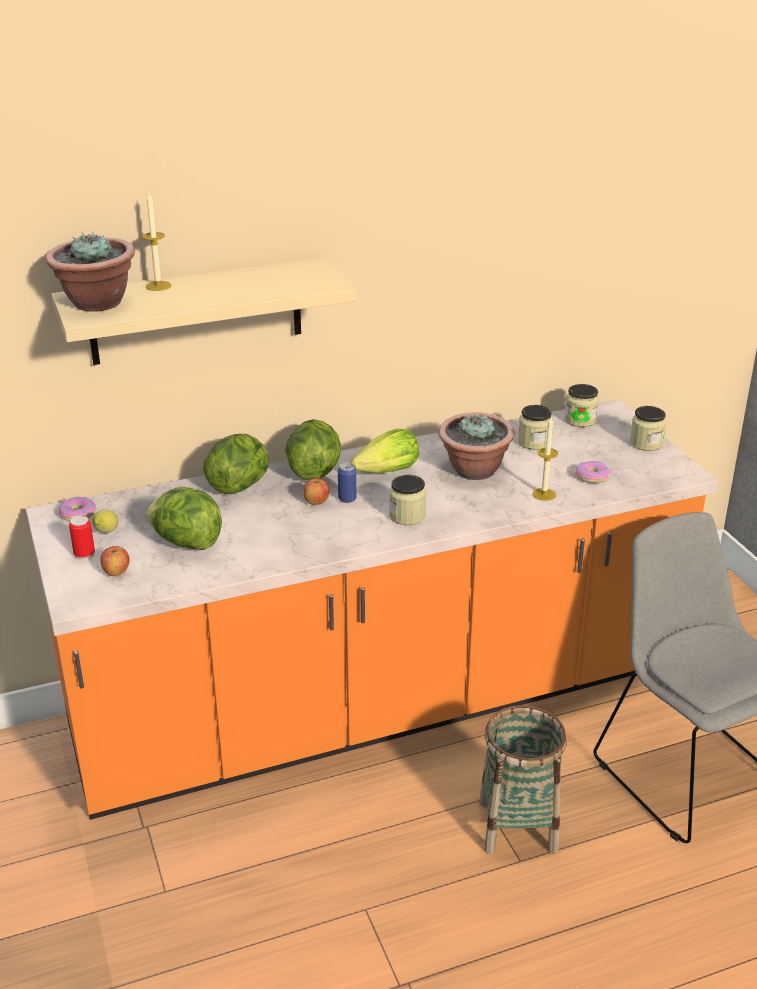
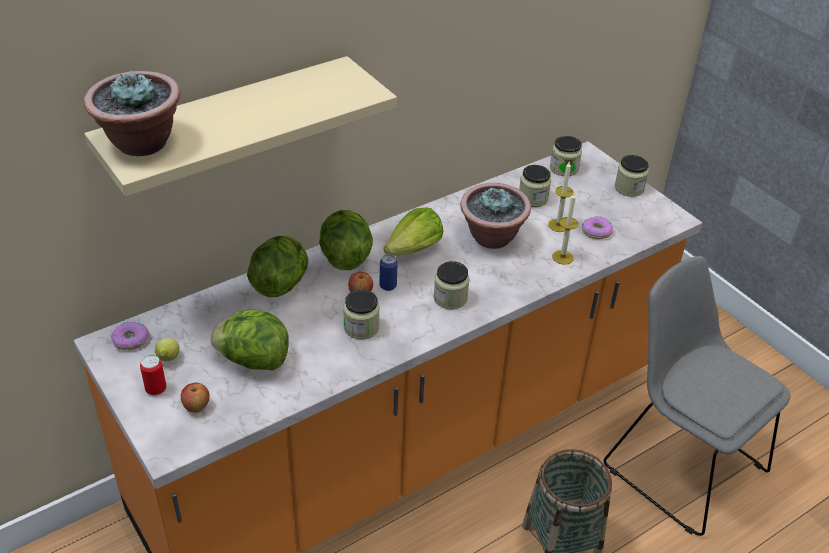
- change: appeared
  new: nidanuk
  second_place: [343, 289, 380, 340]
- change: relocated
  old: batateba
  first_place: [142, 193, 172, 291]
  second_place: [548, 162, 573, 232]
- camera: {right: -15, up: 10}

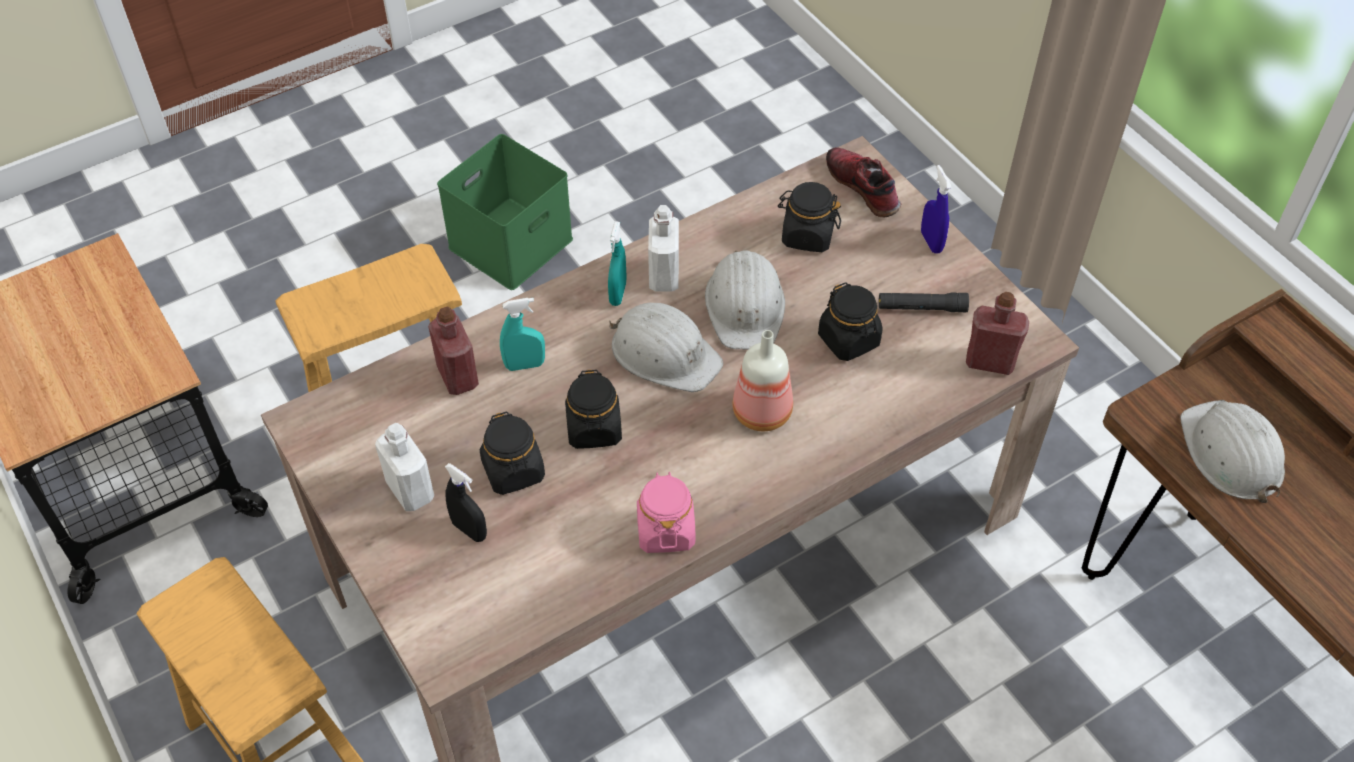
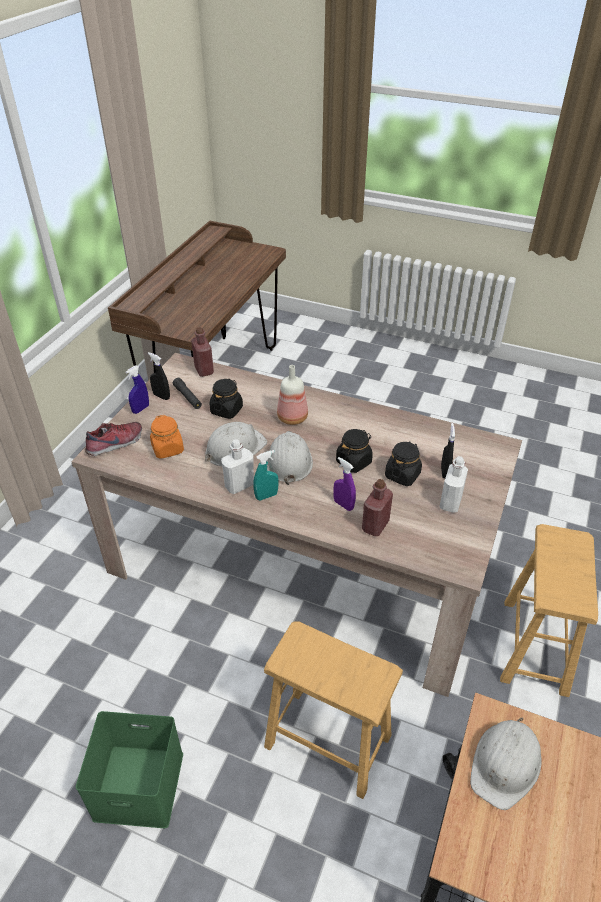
- change: spun
  old: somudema
  first_place: [826, 147, 901, 218]
  second_place: [85, 422, 142, 456]
  degrees: -150
- change: appeared
  new: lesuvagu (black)
  second_place: [148, 352, 170, 400]
- change: colour
  old: nidanuk (black)
  new: nidanuk (orange)
  first_place: [778, 182, 841, 252]
  second_place: [150, 415, 184, 459]
- change: colour
  old: lesuvagu (turquoise)
  new: lesuvagu (purple)
  first_place: [500, 298, 545, 371]
  second_place: [333, 457, 356, 511]
- change: relocated
  old: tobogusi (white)
  first_place: [1180, 400, 1285, 503]
  second_place: [470, 718, 542, 810]
- change: missing
  old: nidanuk (pink)
  first_place: [637, 472, 695, 553]
- camera: {right: -125, up: -10}

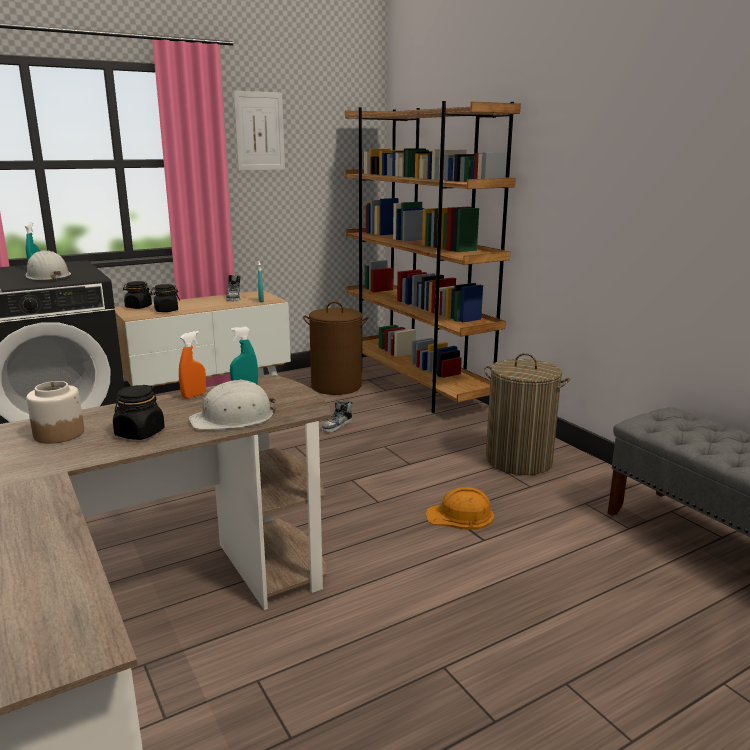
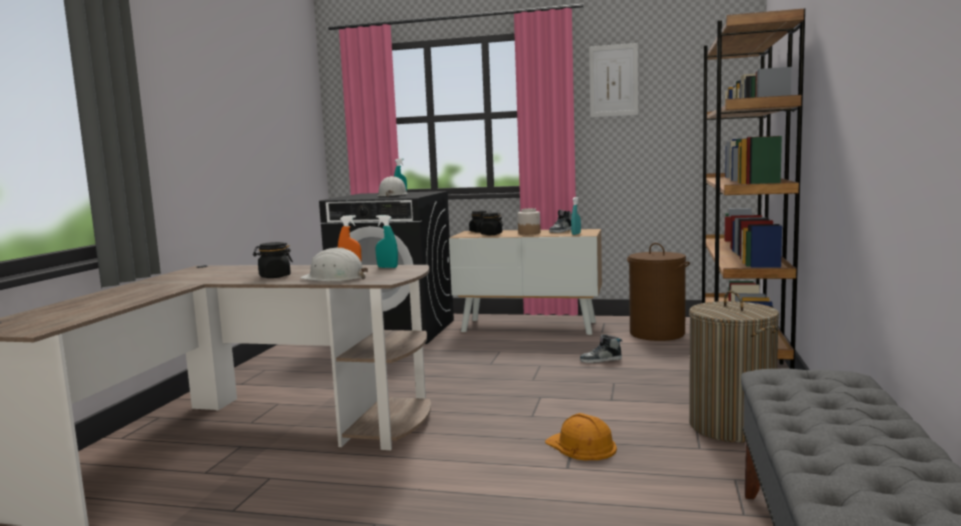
- change: relocated
  old: nidanuk
  first_place: [26, 381, 84, 444]
  second_place: [518, 208, 541, 235]
- camera: {right: 45, up: -10}

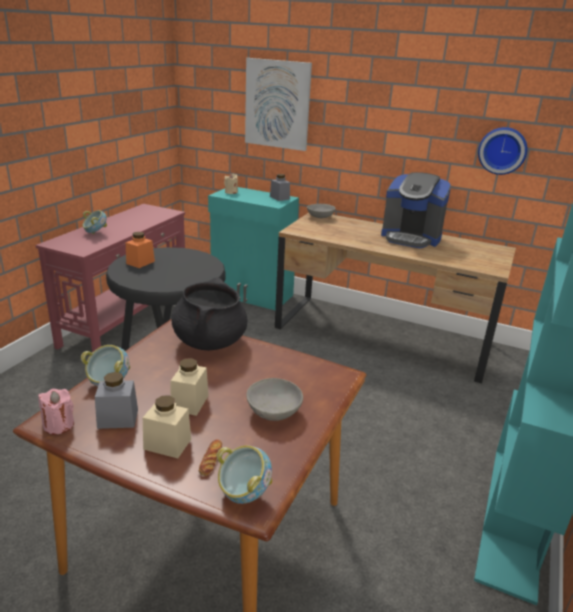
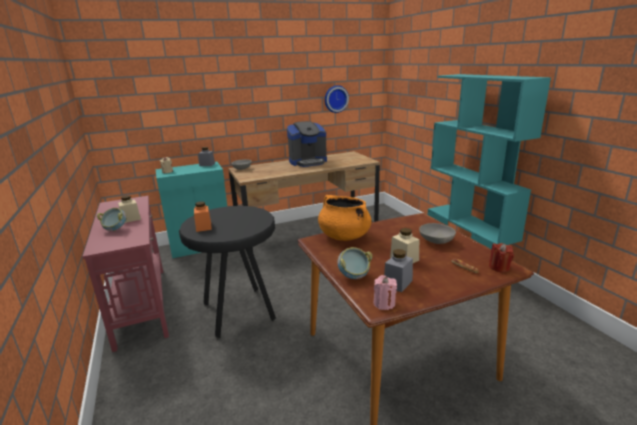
- change: relocated
  old: nidanuk (beige)
  first_place: [143, 396, 191, 458]
  second_place: [118, 195, 141, 223]
- change: colour
  old: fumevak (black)
  new: fumevak (orange)
  first_place: [171, 277, 247, 350]
  second_place: [318, 195, 372, 241]
- change: exchanged
  old: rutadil
  new: batateba (red)
  first_place: [217, 445, 272, 504]
  second_place: [489, 243, 514, 273]
- change: missing
  old: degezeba
  first_place: [245, 58, 312, 151]
- camera: {right: -45, up: -5}

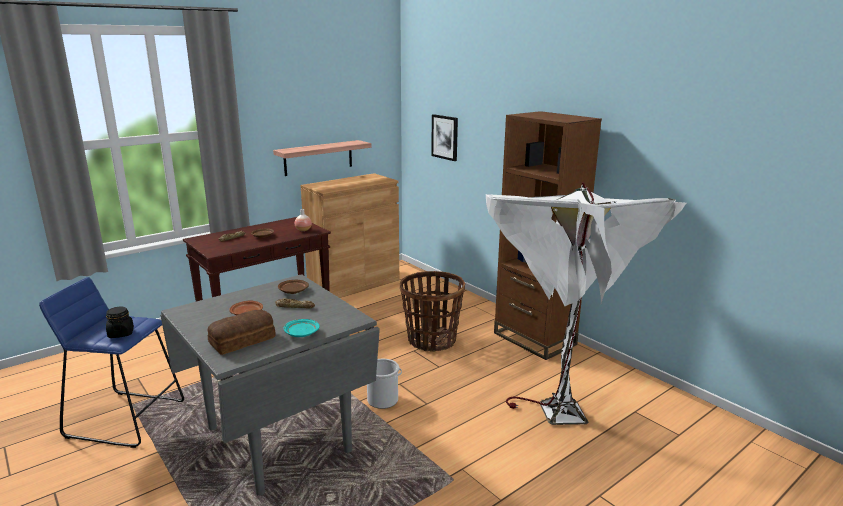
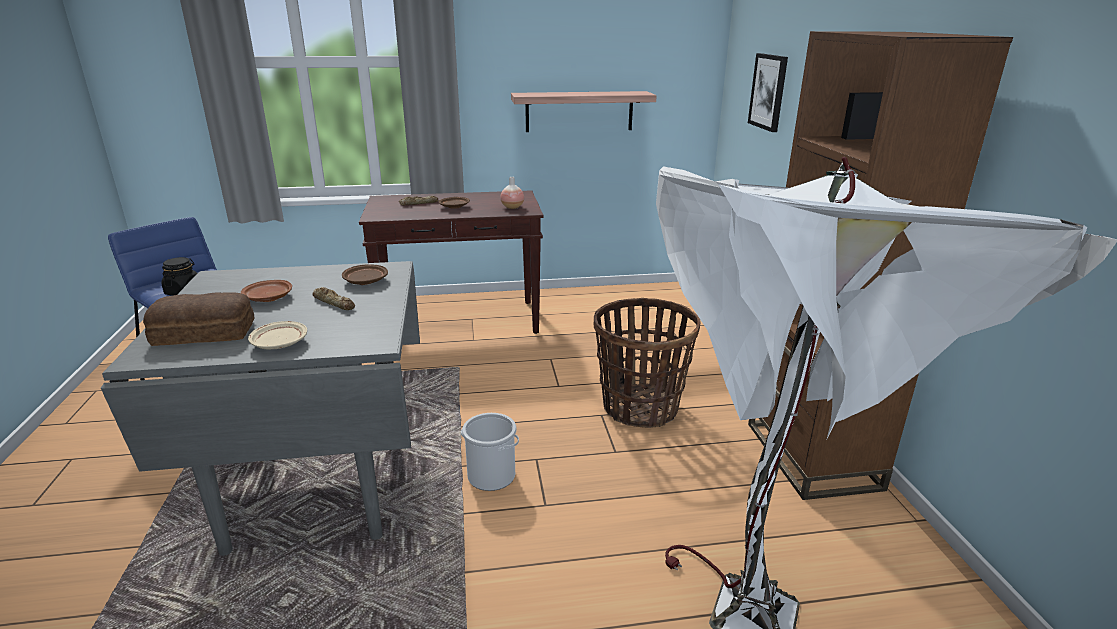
- change: colour
  old: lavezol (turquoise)
  new: lavezol (beige)
  first_place: [283, 319, 320, 337]
  second_place: [248, 321, 307, 350]
- change: missing
  old: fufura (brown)
  first_place: [301, 173, 399, 298]
- camera: {right: 30, up: 5}

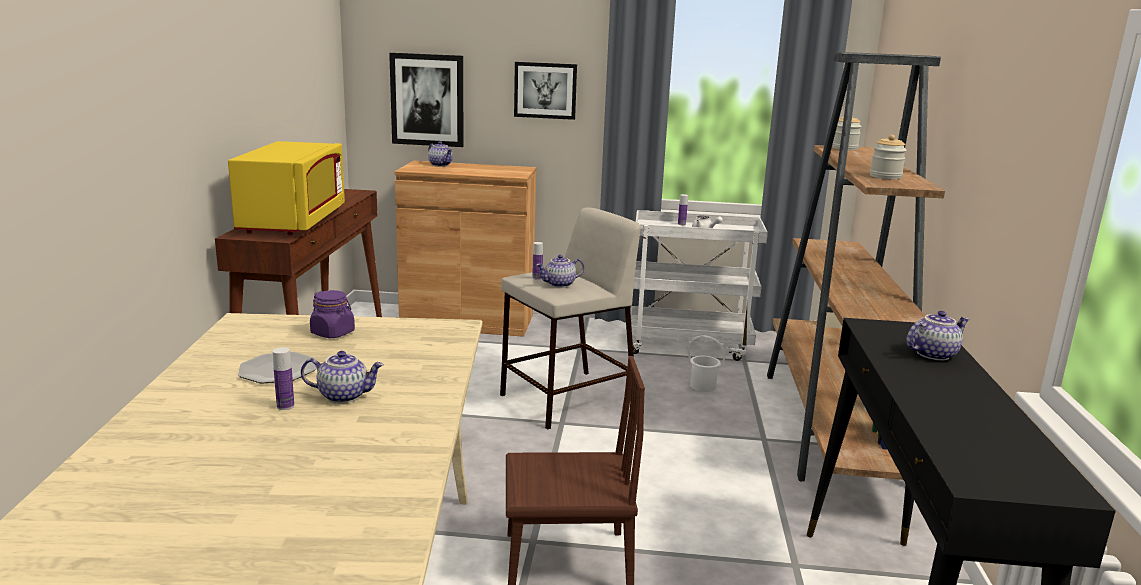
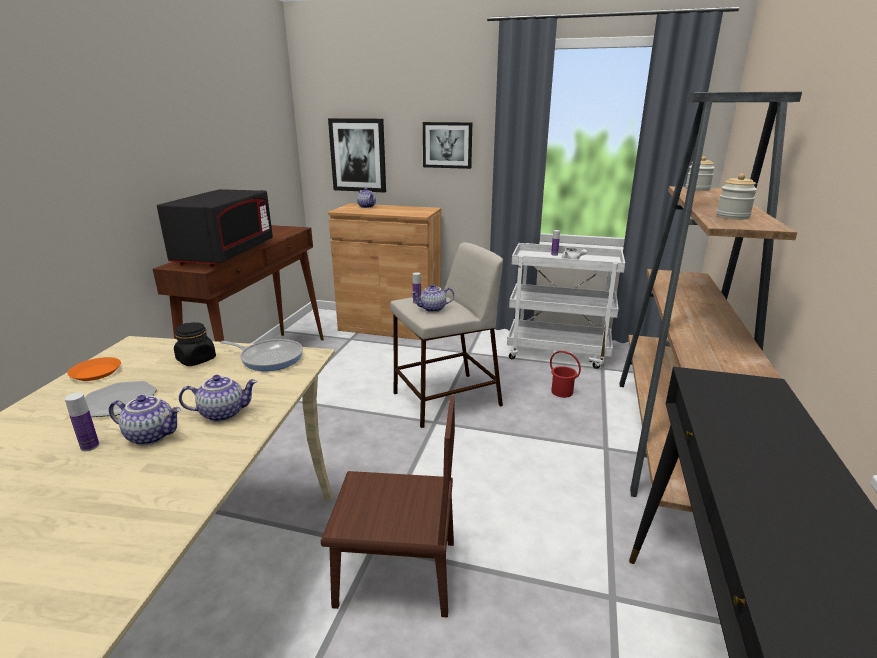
- change: appeared
  new: lavezol (orange)
  second_place: [67, 357, 121, 381]
- change: colour
  old: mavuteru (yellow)
  new: mavuteru (black)
  first_place: [228, 141, 345, 235]
  second_place: [157, 189, 273, 266]
- change: colour
  old: nidanuk (purple)
  new: nidanuk (black)
  first_place: [310, 290, 355, 338]
  second_place: [174, 322, 216, 366]
- change: relocated
  old: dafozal
  first_place: [906, 311, 969, 361]
  second_place: [179, 375, 258, 422]
- change: appeared
  new: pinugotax
  second_place: [220, 339, 303, 371]
- change: colour
  old: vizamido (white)
  new: vizamido (red)
  first_place: [688, 335, 725, 392]
  second_place: [550, 351, 581, 398]
- camera: {right: 10, up: 5}

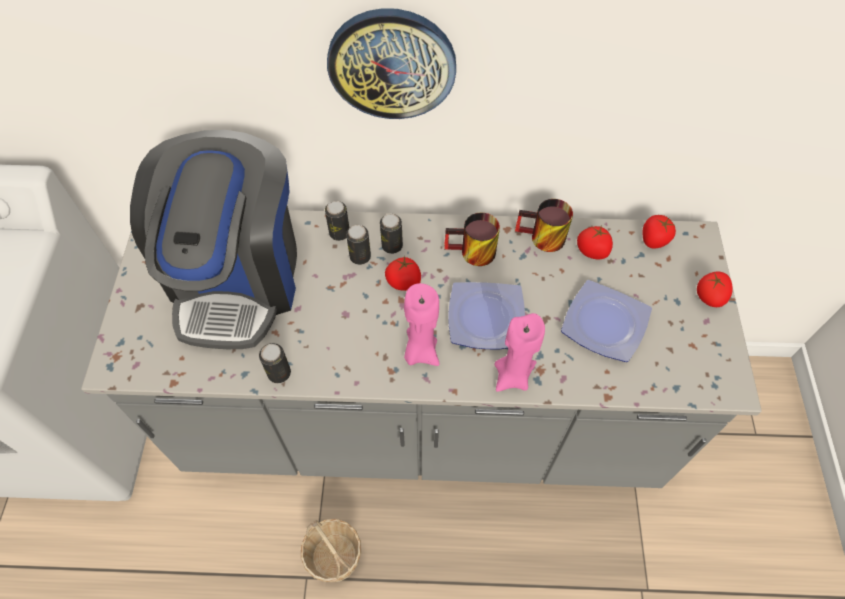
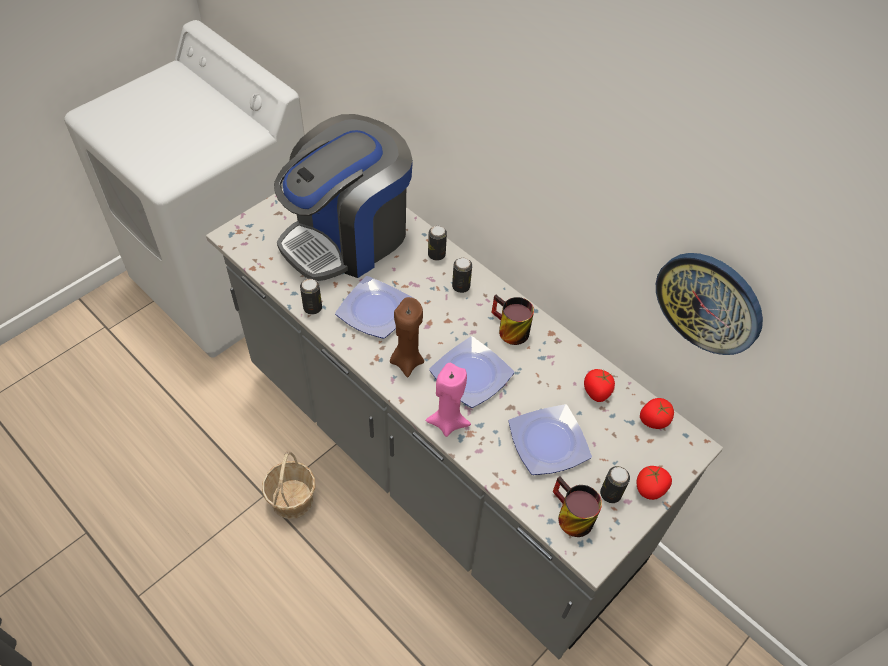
- change: appeared
  new: lavezol
  second_place: [335, 276, 413, 339]
- change: colour
  old: batateba (pink)
  new: batateba (brown)
  first_place: [404, 283, 440, 366]
  second_place: [390, 297, 424, 377]
- change: relocated
  old: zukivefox
  first_place: [515, 199, 573, 252]
  second_place: [553, 476, 602, 537]
- change: relocated
  old: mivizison
  first_place: [346, 225, 371, 265]
  second_place: [600, 466, 630, 503]
- change: relocated
  old: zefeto
  first_place: [327, 8, 456, 119]
  second_place: [656, 253, 763, 355]
- change: missing
  old: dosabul
  first_place: [385, 255, 421, 291]
- camera: {right: 40, up: -5}

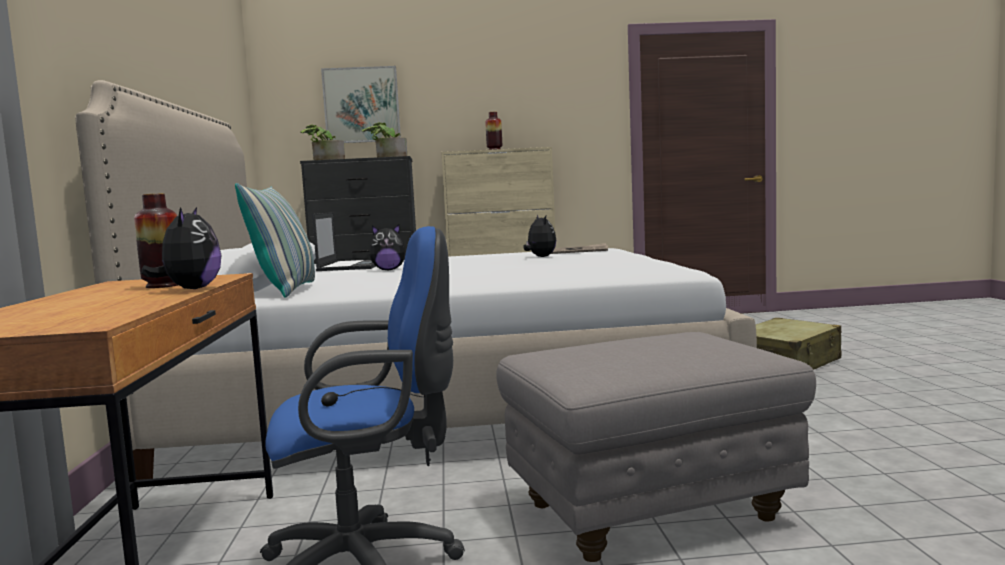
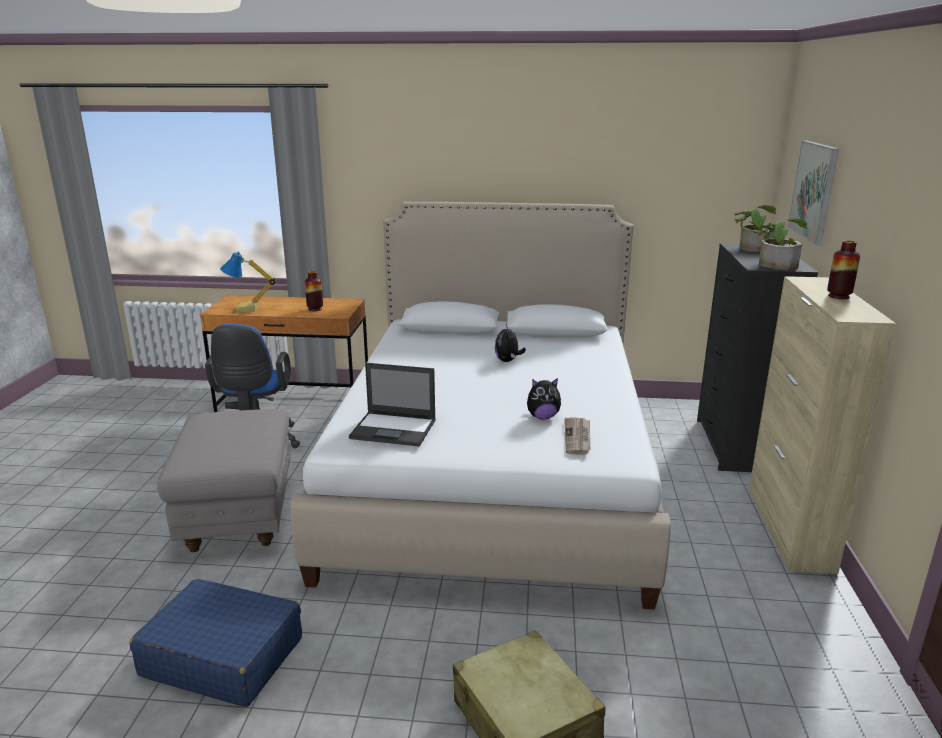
- change: appeared
  new: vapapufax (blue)
  second_place: [129, 579, 302, 707]
- change: appeared
  new: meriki
  second_place: [220, 252, 277, 312]
- change: relocated
  old: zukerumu
  first_place: [312, 212, 376, 271]
  second_place: [349, 363, 436, 447]
- change: missing
  old: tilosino
  first_place: [141, 207, 221, 289]
- change: missing
  old: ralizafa
  first_place: [235, 183, 315, 298]
- camera: {right: 100, up: 15}

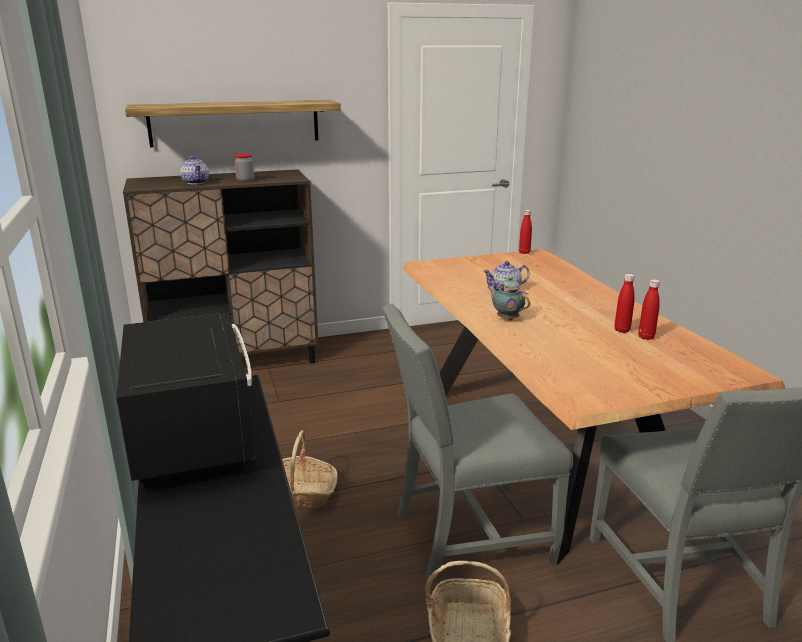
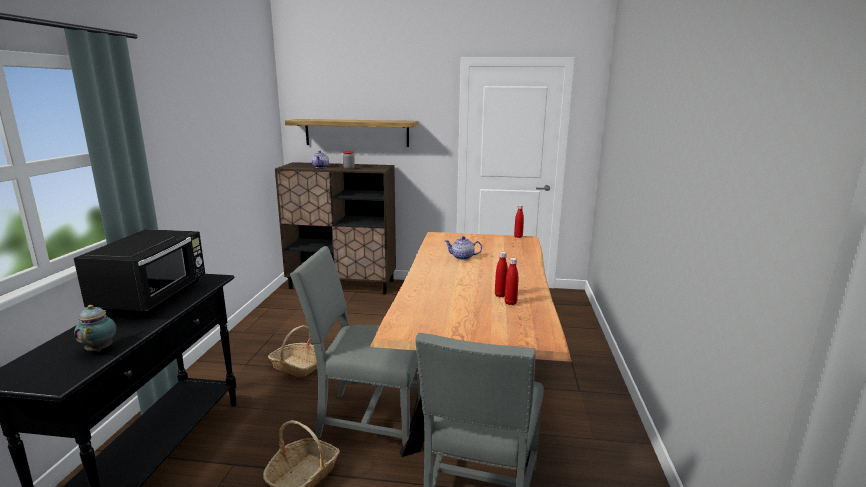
- change: relocated
  old: dafozal
  first_place: [488, 276, 530, 321]
  second_place: [74, 305, 116, 352]
- camera: {right: 25, up: -5}

